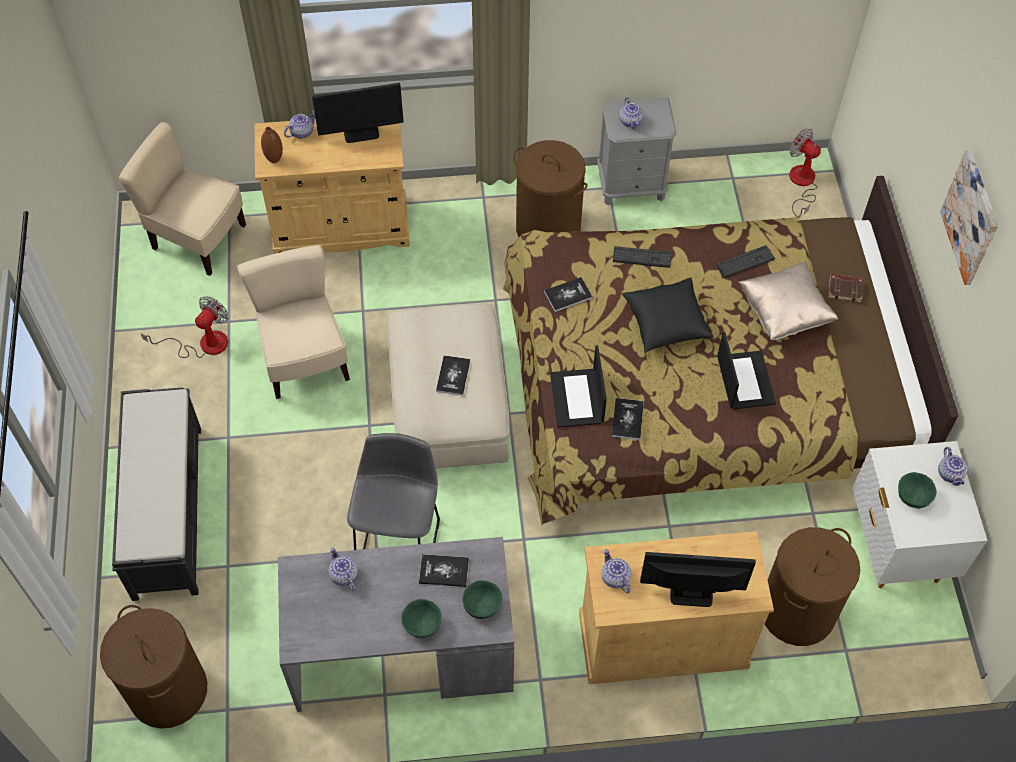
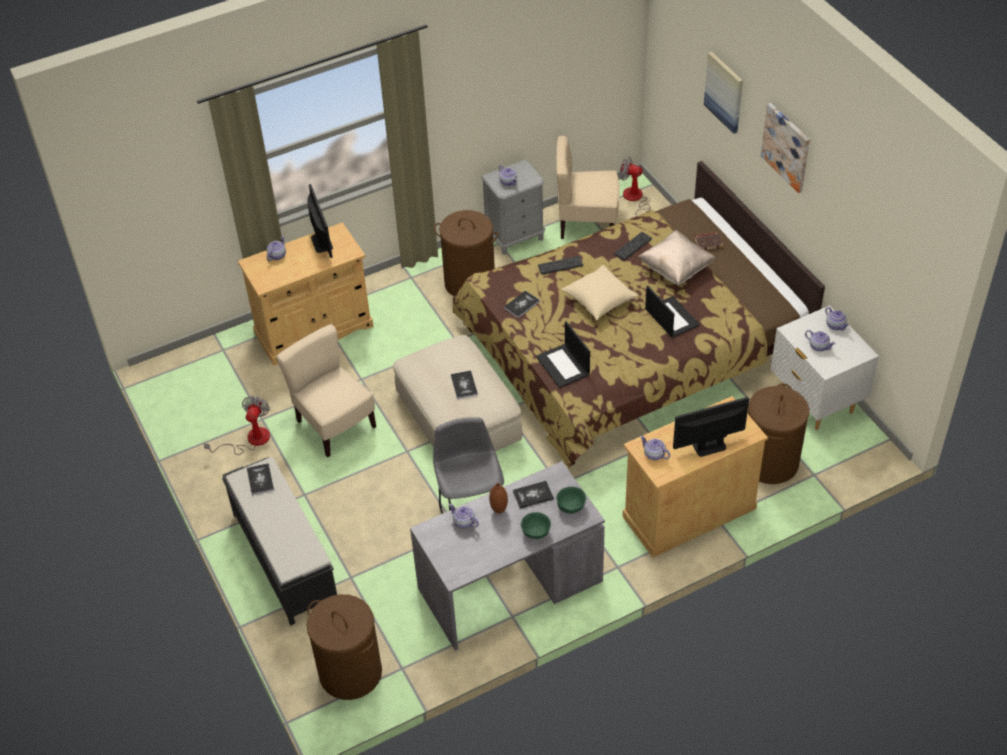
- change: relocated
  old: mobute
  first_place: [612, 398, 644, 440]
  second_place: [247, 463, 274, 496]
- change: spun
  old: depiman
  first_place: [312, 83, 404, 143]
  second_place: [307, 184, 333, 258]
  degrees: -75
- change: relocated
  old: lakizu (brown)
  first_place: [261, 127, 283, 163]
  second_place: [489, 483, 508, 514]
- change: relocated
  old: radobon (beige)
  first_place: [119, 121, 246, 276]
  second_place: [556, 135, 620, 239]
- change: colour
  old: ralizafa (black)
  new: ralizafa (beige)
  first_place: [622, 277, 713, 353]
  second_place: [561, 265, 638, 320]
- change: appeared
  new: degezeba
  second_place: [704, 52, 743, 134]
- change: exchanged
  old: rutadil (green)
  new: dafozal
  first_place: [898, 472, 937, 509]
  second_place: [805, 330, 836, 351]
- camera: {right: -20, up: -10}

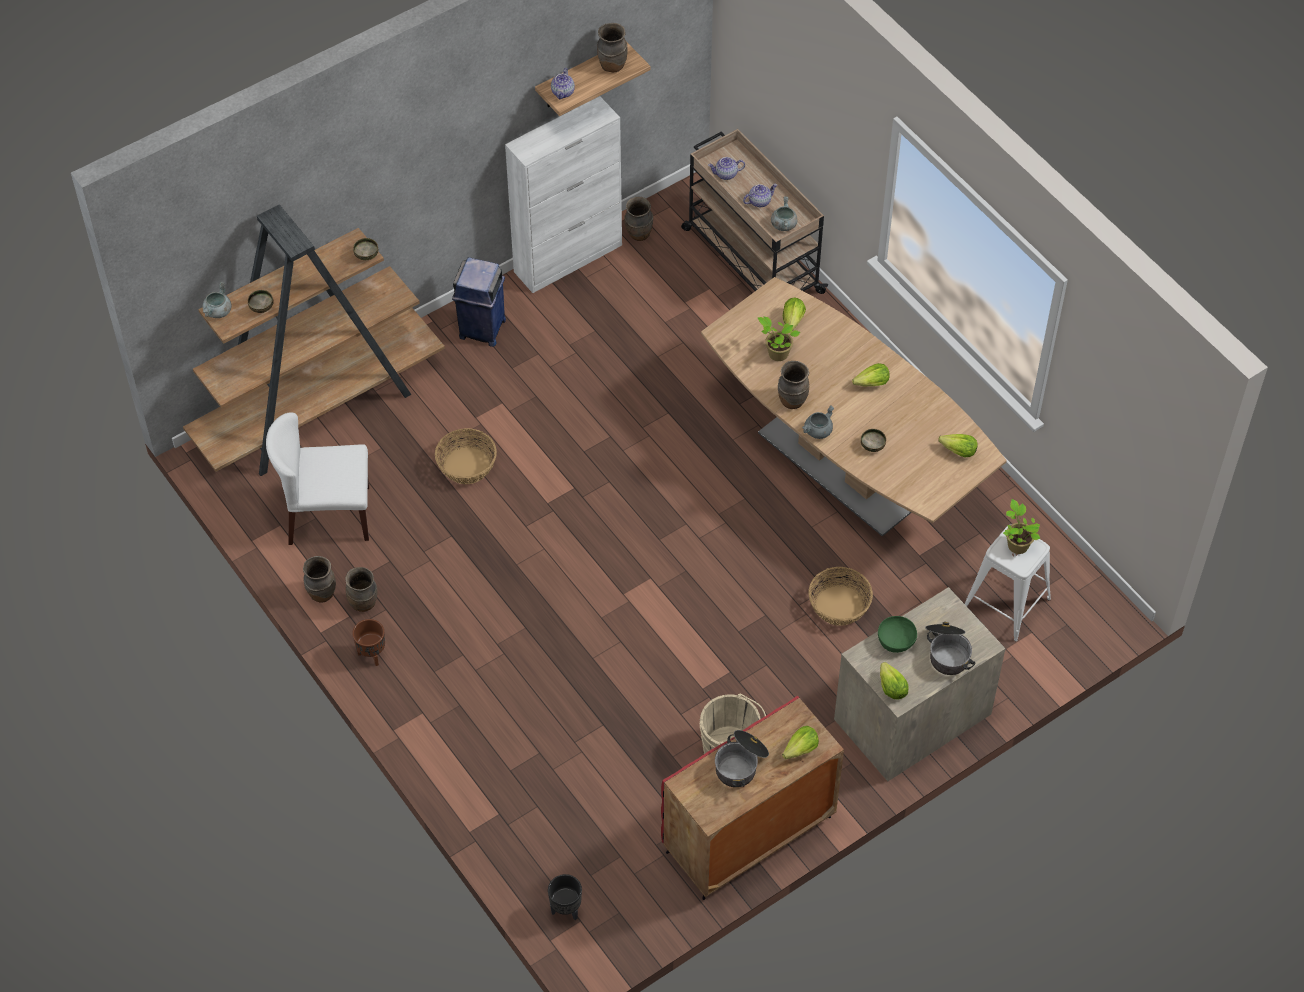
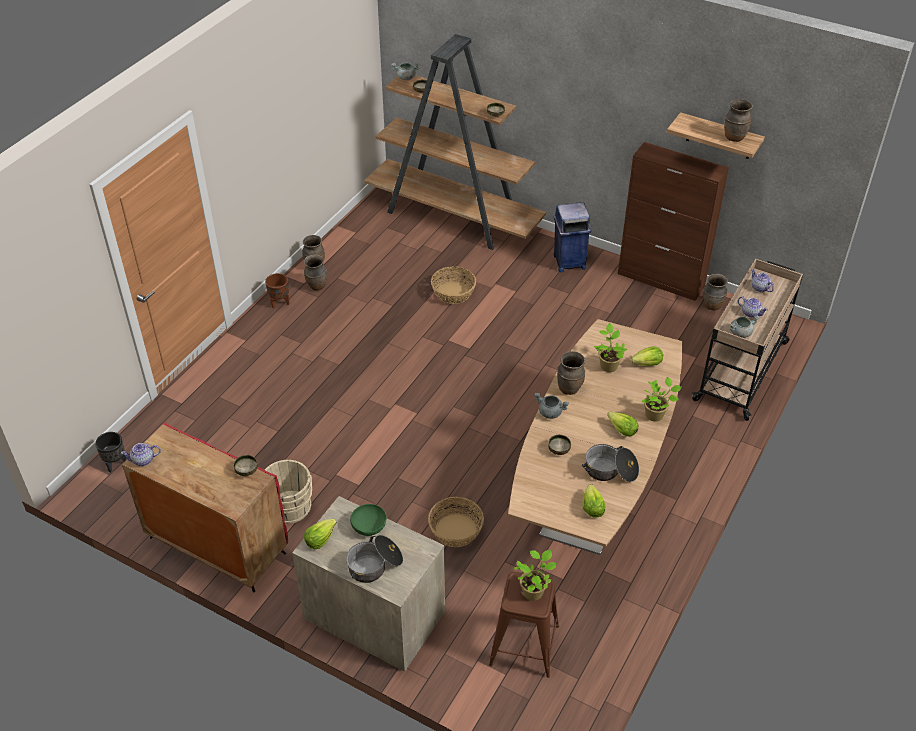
- change: relocated
  old: dafozal
  first_place: [551, 68, 575, 99]
  second_place: [121, 443, 161, 466]
- change: appeared
  new: rutadil
  second_place: [233, 455, 258, 476]
- change: colour
  old: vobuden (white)
  new: vobuden (brown)
  first_place: [965, 524, 1051, 642]
  second_place: [489, 572, 559, 678]
- change: relocated
  old: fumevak
  first_place: [715, 730, 769, 787]
  second_place: [582, 444, 639, 482]
- change: colour
  old: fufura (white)
  new: fufura (brown)
  first_place: [505, 96, 622, 293]
  second_place: [618, 142, 729, 301]
- change: appeared
  new: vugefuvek
  second_place: [642, 377, 682, 422]
- change: missing
  old: radobon (white)
  first_place: [266, 412, 369, 545]
- change: missing
  old: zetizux
  first_place: [782, 726, 819, 759]
- camera: {right: 65, up: -10}

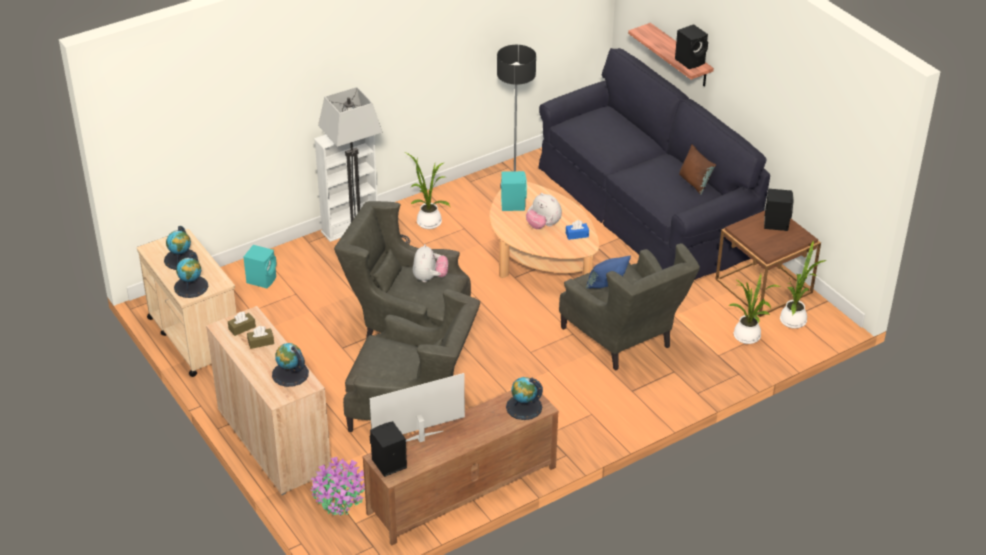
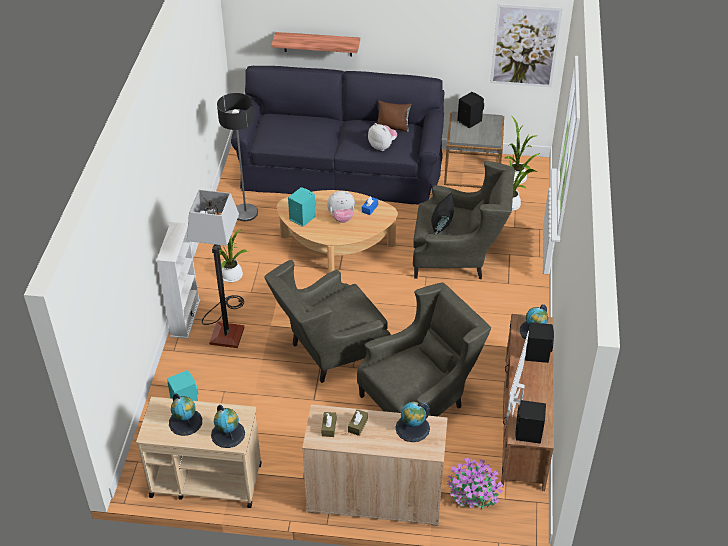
- change: relocated
  old: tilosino
  first_place: [413, 244, 448, 282]
  second_place: [368, 123, 397, 151]
- change: colour
  old: ralizafa (blue)
  new: ralizafa (black)
  first_place: [586, 255, 631, 289]
  second_place: [431, 192, 454, 234]
- change: colour
  old: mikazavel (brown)
  new: mikazavel (grey)
  first_place: [716, 211, 821, 317]
  second_place: [444, 112, 504, 188]
- change: appeared
  new: degezeba
  second_place: [490, 4, 563, 87]
- change: relocated
  old: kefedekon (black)
  first_place: [675, 24, 708, 69]
  second_place: [525, 322, 554, 363]
- camera: {right: -50, up: 5}

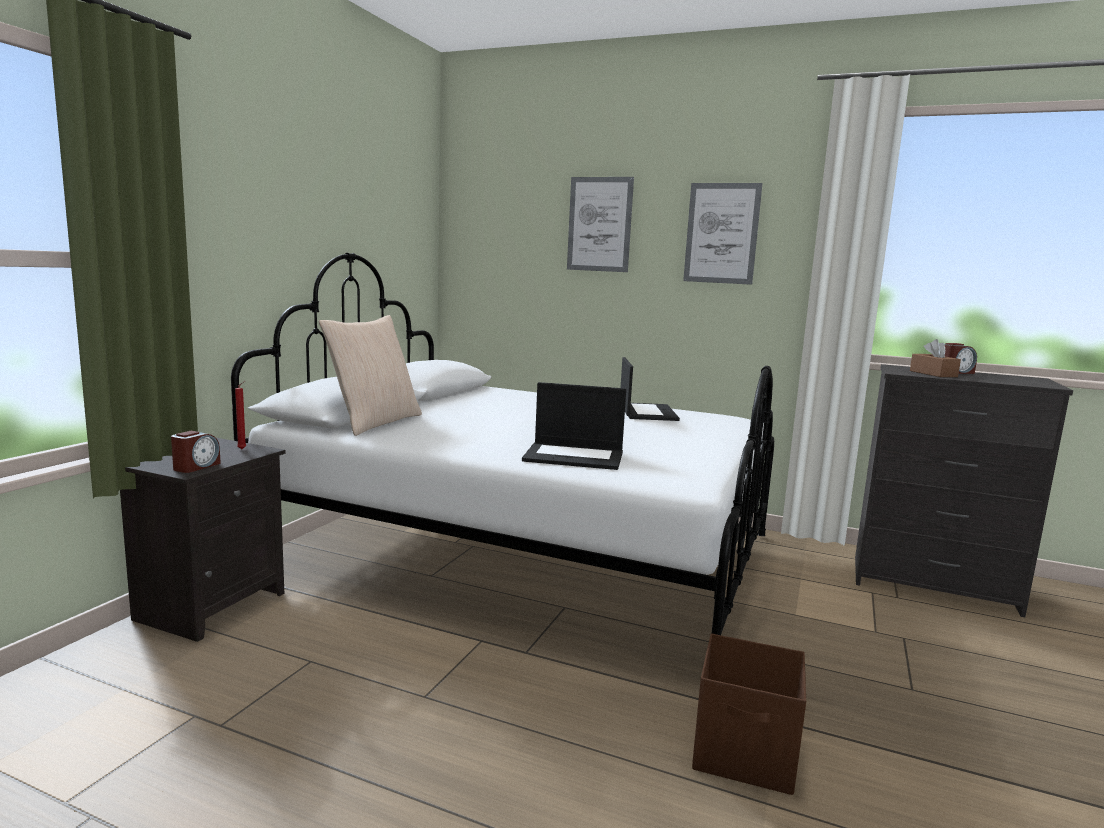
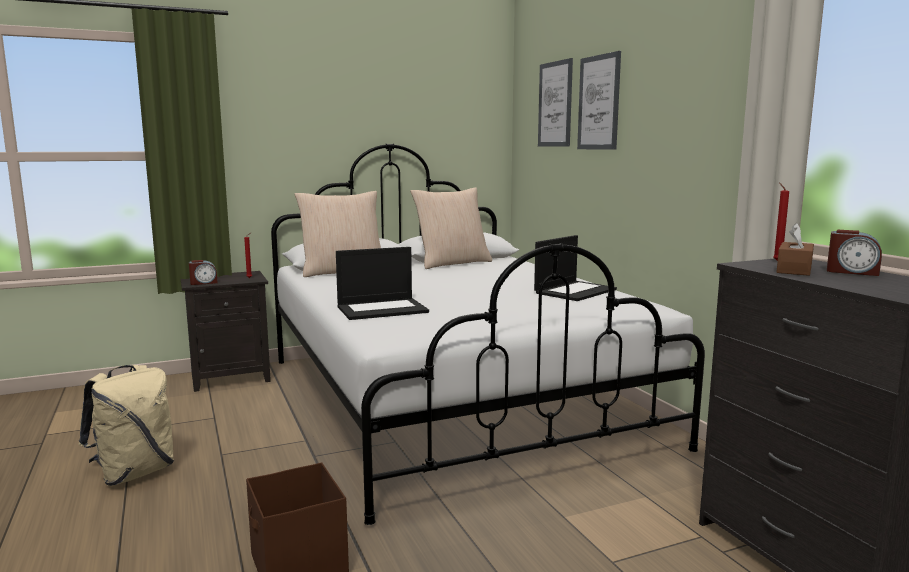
- change: appeared
  new: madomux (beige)
  second_place: [79, 365, 174, 486]
- change: spun
  old: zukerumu
  first_place: [522, 382, 626, 470]
  second_place: [336, 247, 429, 320]
  degrees: -75
- change: appeared
  new: ralizafa (beige)
  second_place: [410, 187, 492, 269]
- change: relocated
  old: degezeba
  first_place: [683, 183, 763, 285]
  second_place: [538, 58, 573, 147]
- change: appeared
  new: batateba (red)
  second_place: [773, 182, 789, 261]
- camera: {right: 45, up: 0}

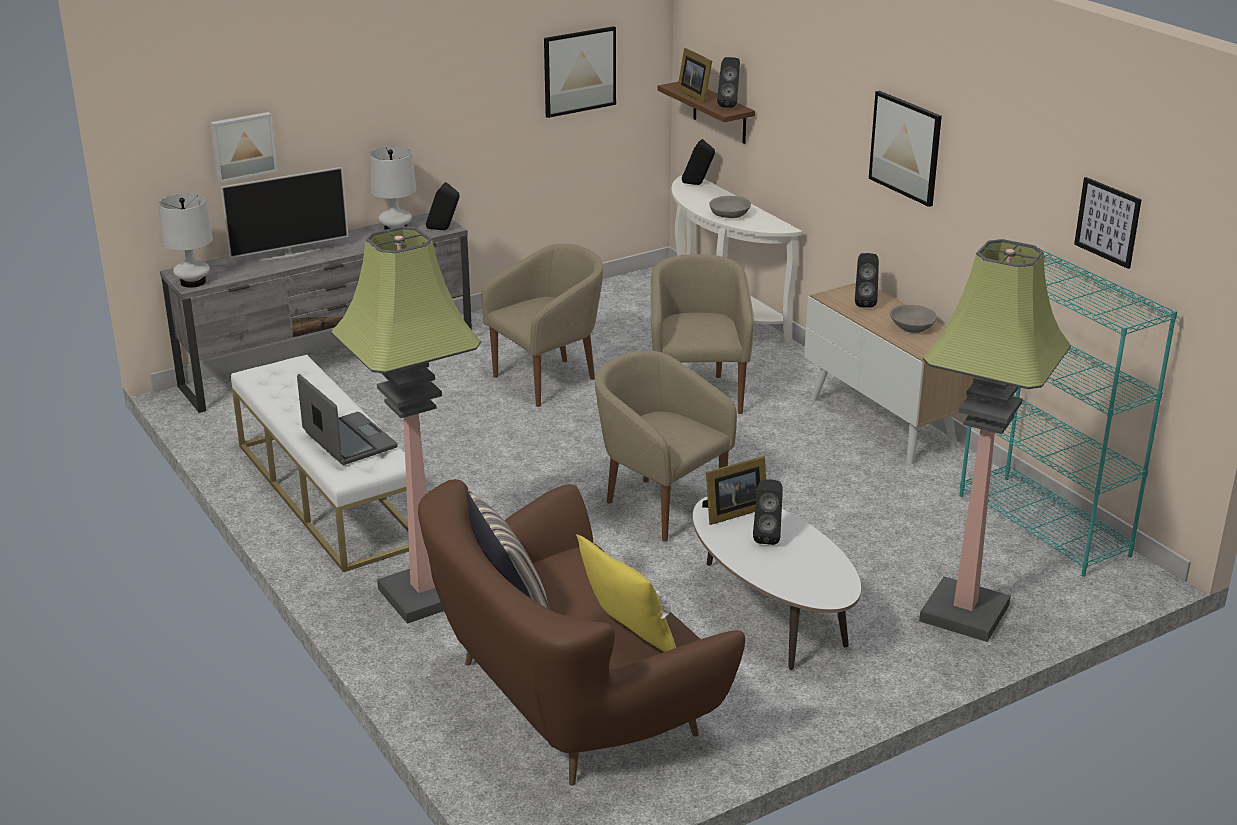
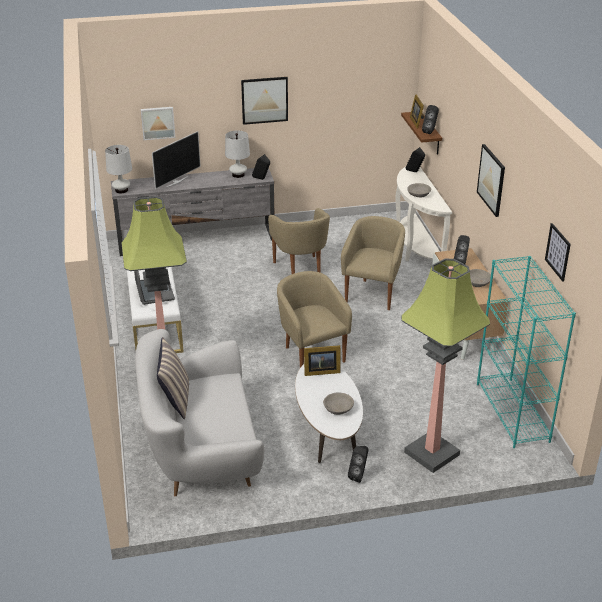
- change: colour
  old: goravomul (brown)
  new: goravomul (white)
  first_place: [418, 479, 745, 786]
  second_place: [135, 329, 264, 496]
- change: spun
  old: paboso
  first_place: [221, 167, 348, 261]
  second_place: [152, 131, 201, 189]
  degrees: -45
- change: relocated
  old: degezeba
  first_place: [544, 26, 616, 118]
  second_place: [241, 77, 288, 125]
- change: spun
  old: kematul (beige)
  first_place: [482, 244, 603, 407]
  second_place: [268, 208, 330, 274]
  degrees: 90
- change: appeared
  new: rutadil (grey)
  second_place: [323, 392, 354, 415]
- change: relocated
  old: kefedekon (black)
  first_place: [753, 479, 783, 545]
  second_place: [348, 446, 369, 483]
- change: missing
  old: ralizafa (yellow)
  first_place: [576, 534, 676, 652]
- camera: {right: 20, up: 5}

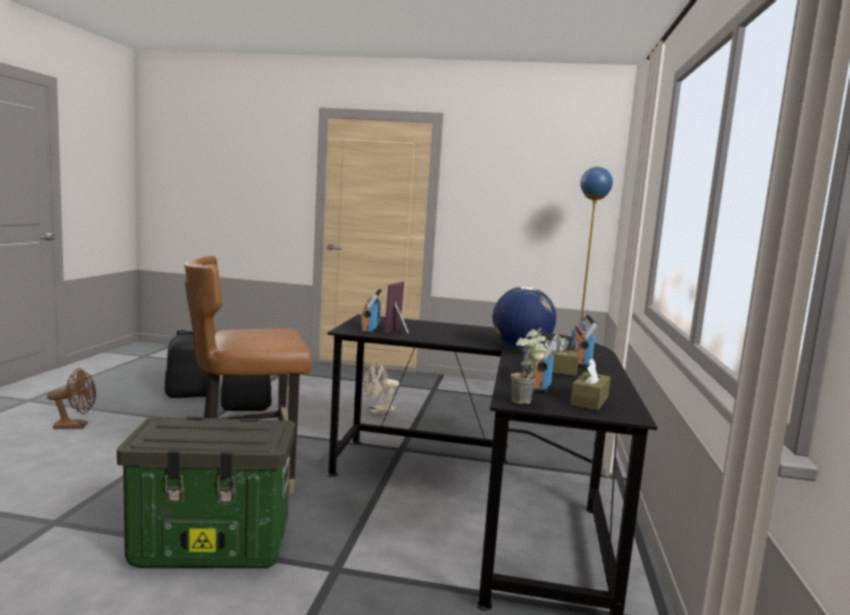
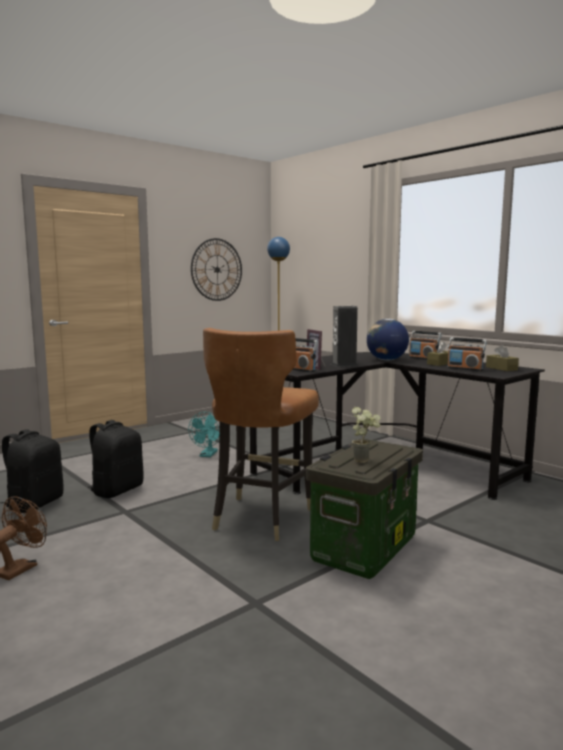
- change: colour
  old: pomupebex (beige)
  new: pomupebex (turquoise)
  first_place: [363, 362, 400, 414]
  second_place: [188, 412, 219, 457]
- change: appeared
  new: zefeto
  second_place: [191, 238, 242, 301]
- change: appeared
  new: kefedekon
  second_place: [331, 306, 358, 367]
- change: relocated
  old: vugefuvek
  first_place: [511, 329, 547, 404]
  second_place: [352, 407, 381, 463]
- camera: {right: -50, up: 0}

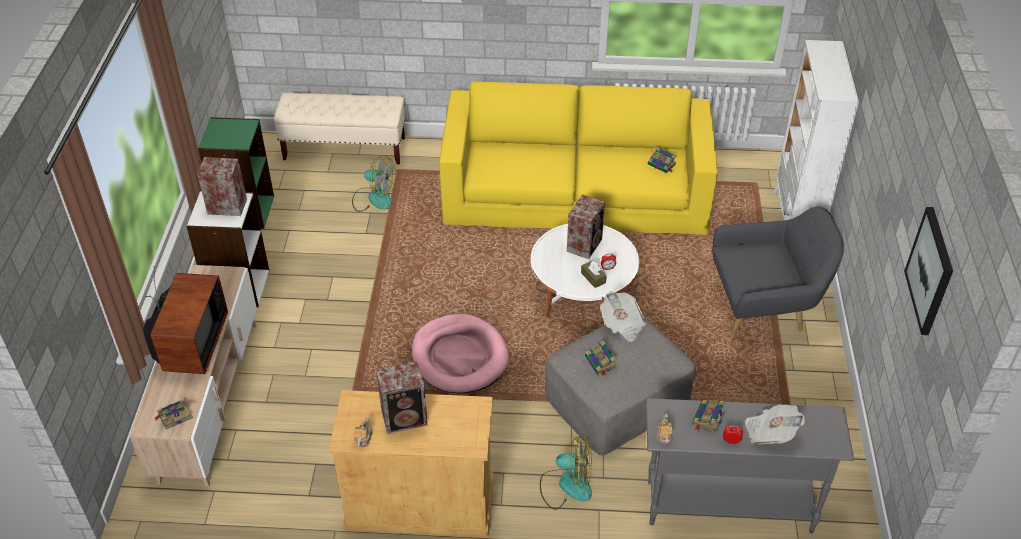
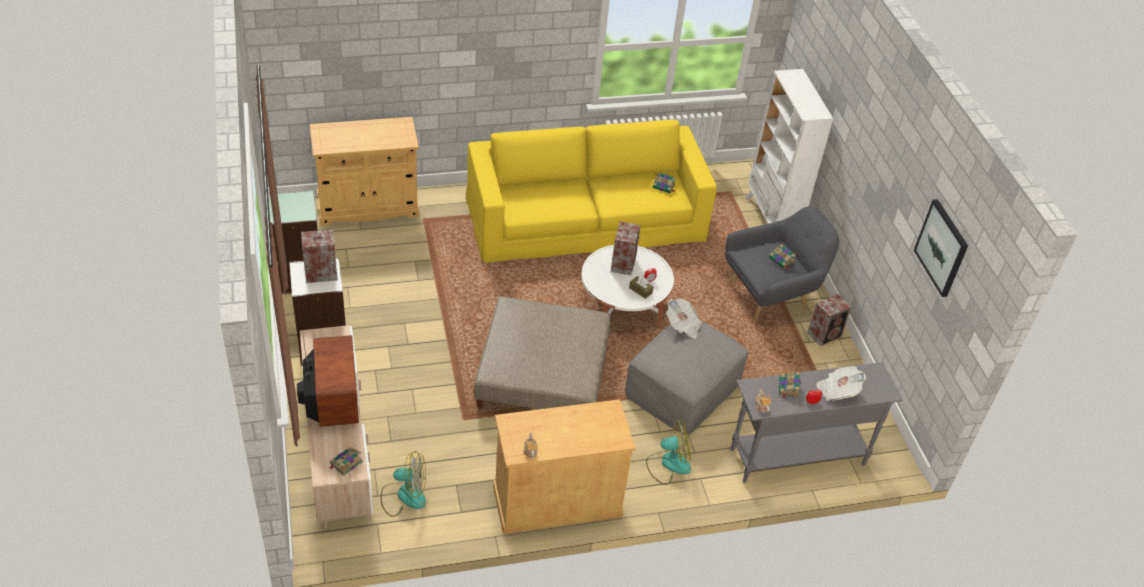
- change: exchanged
  old: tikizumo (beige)
  new: fufura (beige)
  first_place: [274, 93, 405, 165]
  second_place: [310, 117, 419, 226]
- change: relocated
  old: pomupebex
  first_place: [352, 155, 396, 212]
  second_place: [380, 451, 426, 517]
- change: exchanged
  old: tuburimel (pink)
  new: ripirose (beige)
  first_place: [412, 314, 509, 393]
  second_place: [474, 296, 611, 410]
- change: relocated
  old: mobute
  first_place: [585, 340, 617, 376]
  second_place: [769, 244, 796, 269]
- change: relocated
  old: kefedekon
  first_place: [376, 361, 428, 434]
  second_place: [807, 294, 851, 346]
- camera: {right: -20, up: 0}

